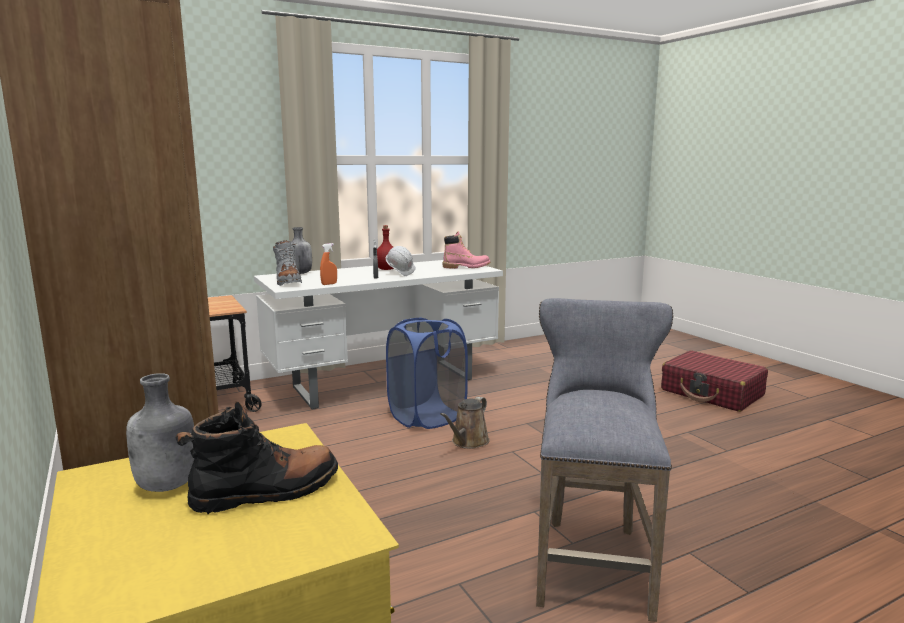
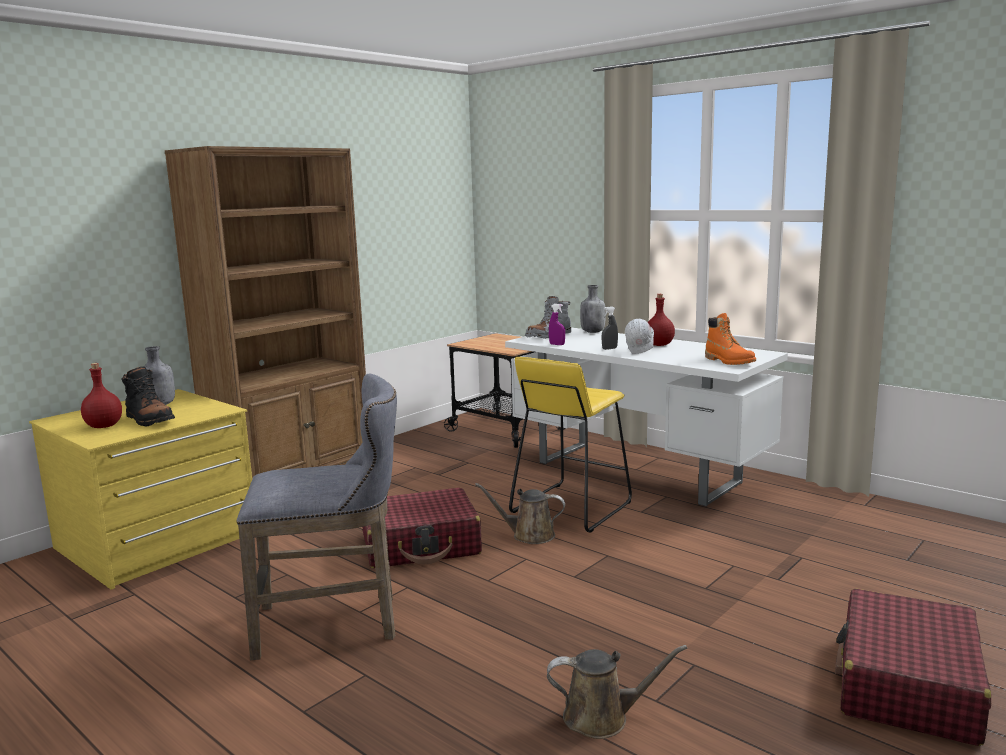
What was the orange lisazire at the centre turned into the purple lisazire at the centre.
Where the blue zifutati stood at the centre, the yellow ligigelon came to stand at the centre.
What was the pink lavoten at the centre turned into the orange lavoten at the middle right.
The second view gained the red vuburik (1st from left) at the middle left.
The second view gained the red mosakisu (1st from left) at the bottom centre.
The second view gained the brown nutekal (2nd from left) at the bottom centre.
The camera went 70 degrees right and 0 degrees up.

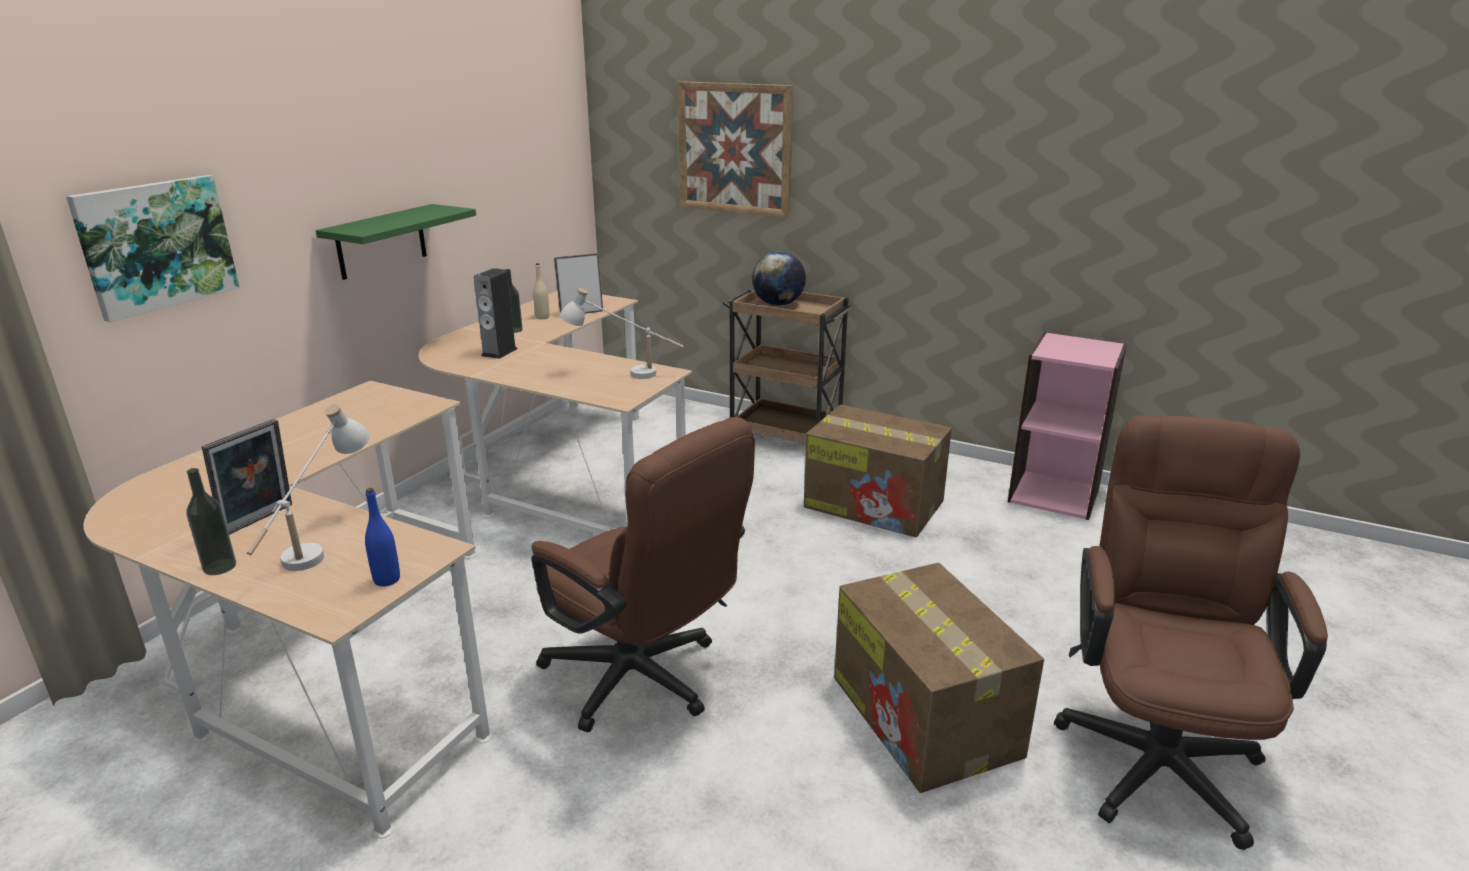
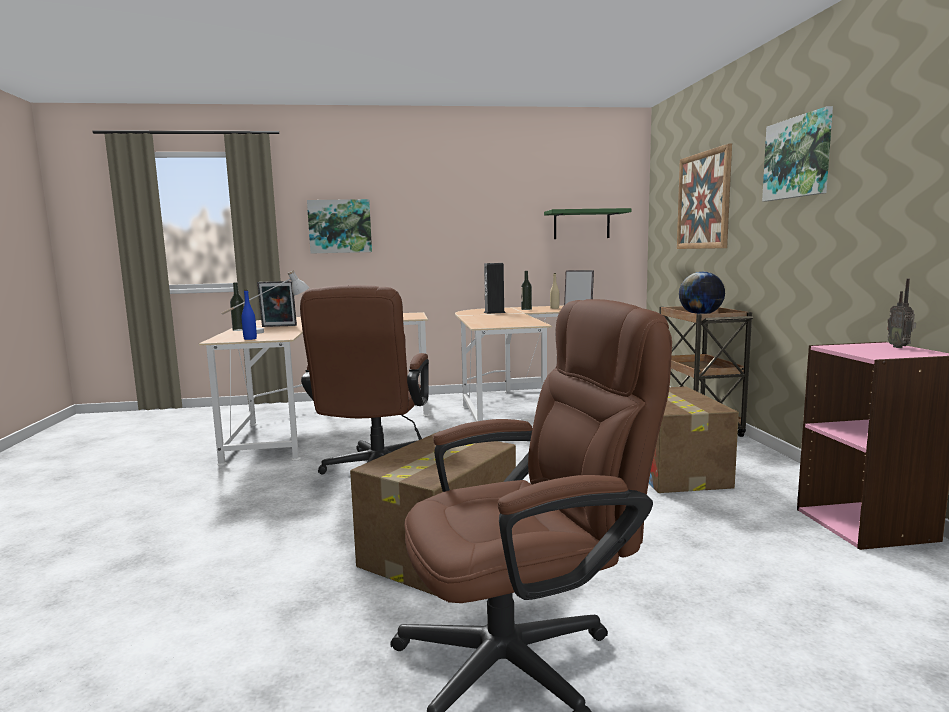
The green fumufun ended up elsewhere, having gone from the top left to the top centre.
The second view lost the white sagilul (2nd from left) at the centre.
The second view gained the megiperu (3rd from left) at the top right.
The second view gained the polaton at the middle right.
The camera went 55 degrees right and 15 degrees down.

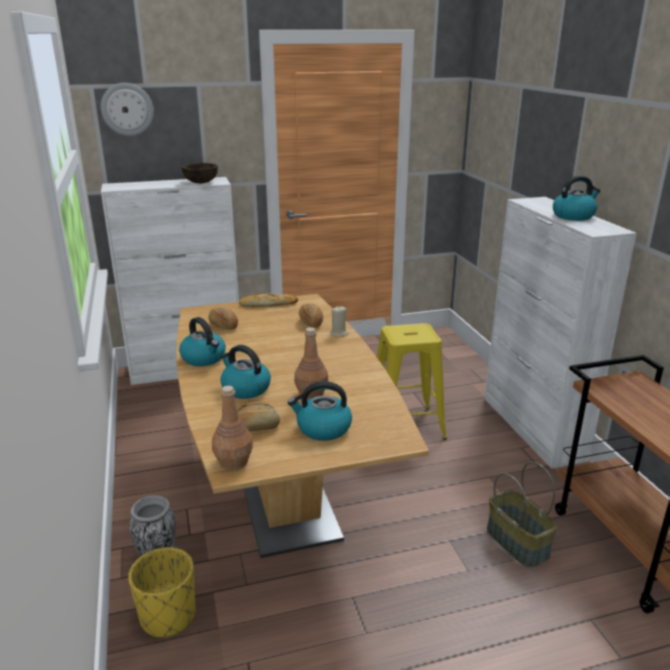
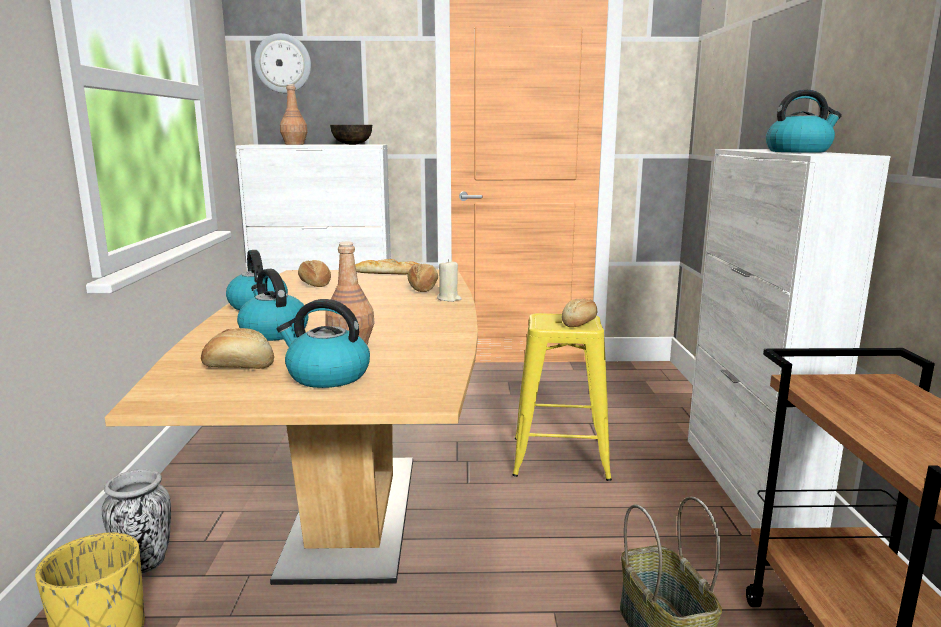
The brown vuburik (1st from left) ended up elsewhere, having gone from the centre to the top left.
The second view gained the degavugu (5th from left) at the centre.
The camera went 15 degrees right and 10 degrees down.

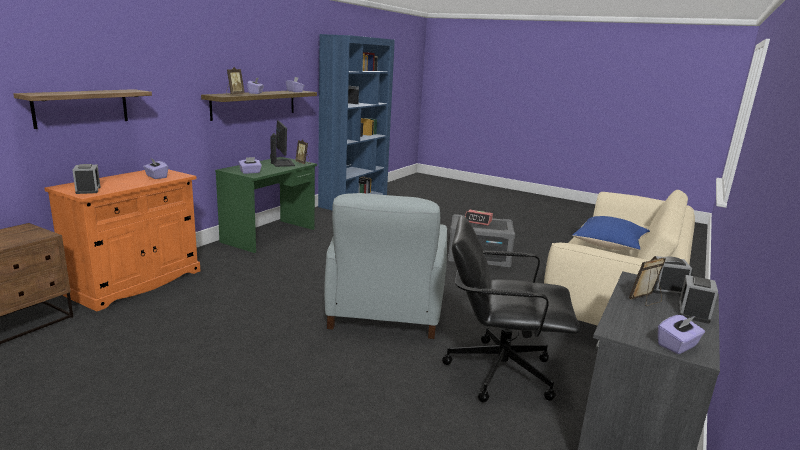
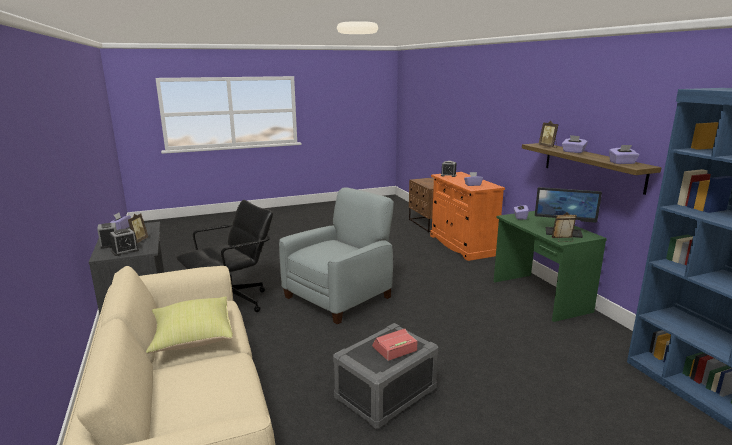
The second view lost the fumufun (1st from left) at the top left.
The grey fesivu at the centre ended up facing another way, 90 degrees clockwise from before.
What was the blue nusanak at the middle right turned into the yellow nusanak at the bottom left.
The camera went 130 degrees right and 0 degrees up.

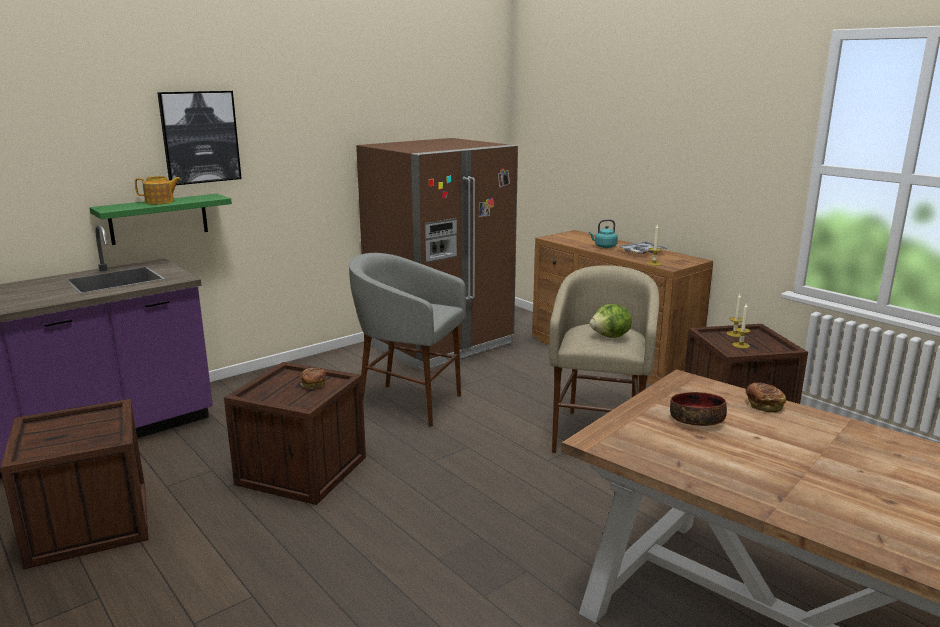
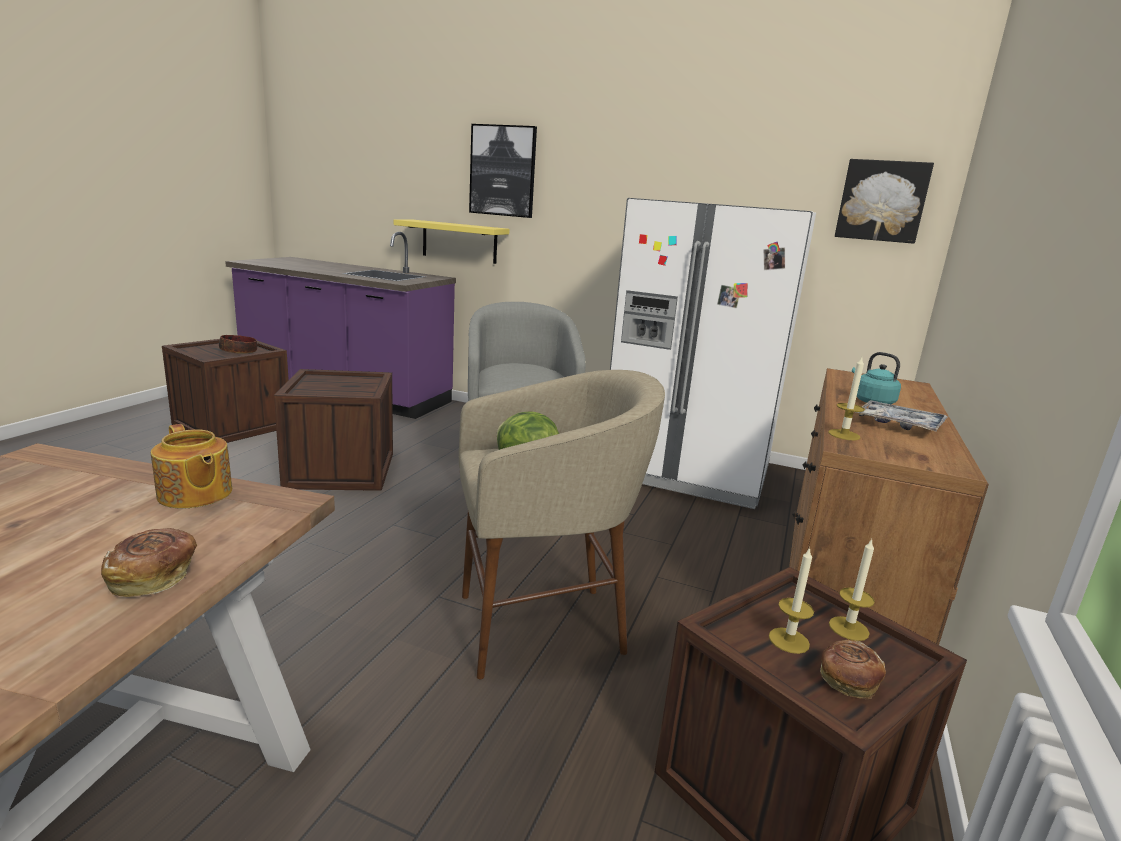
What was the green fumufun at the middle left turned into the yellow fumufun at the top centre.
The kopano ended up elsewhere, having gone from the top left to the middle left.
The degavugu (1st from left in the first image) ended up elsewhere, having gone from the middle left to the bottom right.
What was the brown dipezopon at the centre turned into the white dipezopon at the centre.
The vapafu ended up elsewhere, having gone from the middle right to the middle left.
The second view gained the megiperu (2nd from left) at the top right.
The camera went 60 degrees right and 0 degrees up.

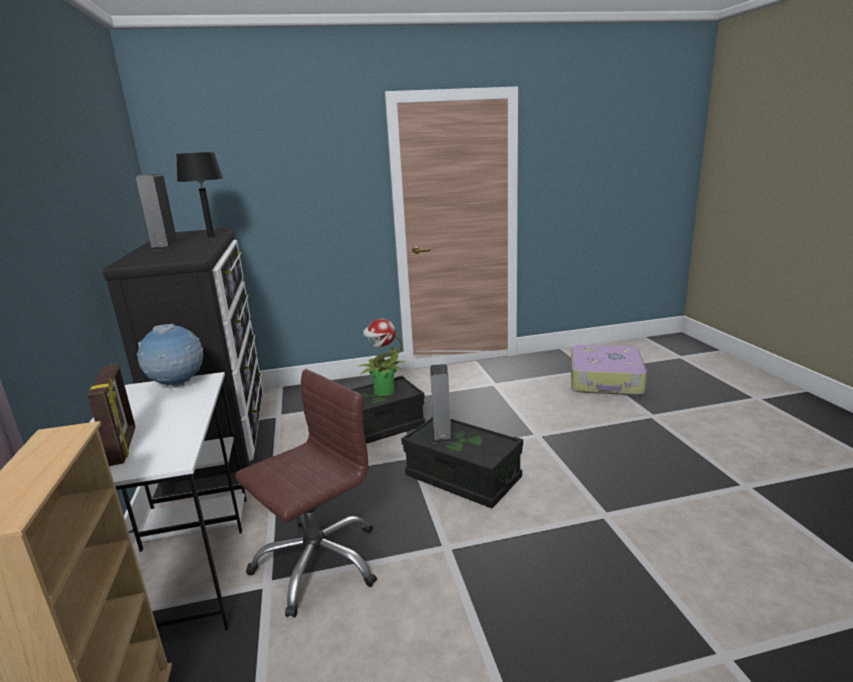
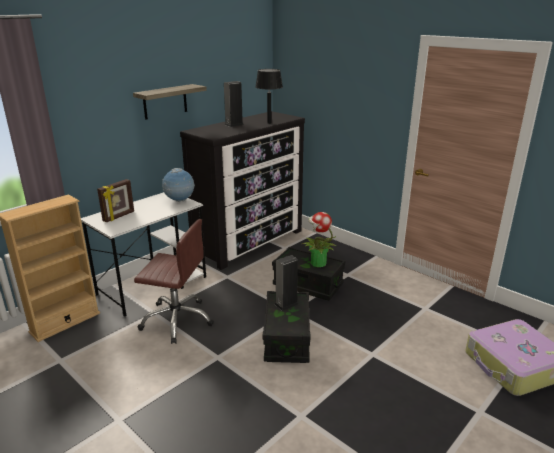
The second view gained the fumufun at the top left.
The camera went 55 degrees right and 5 degrees up.

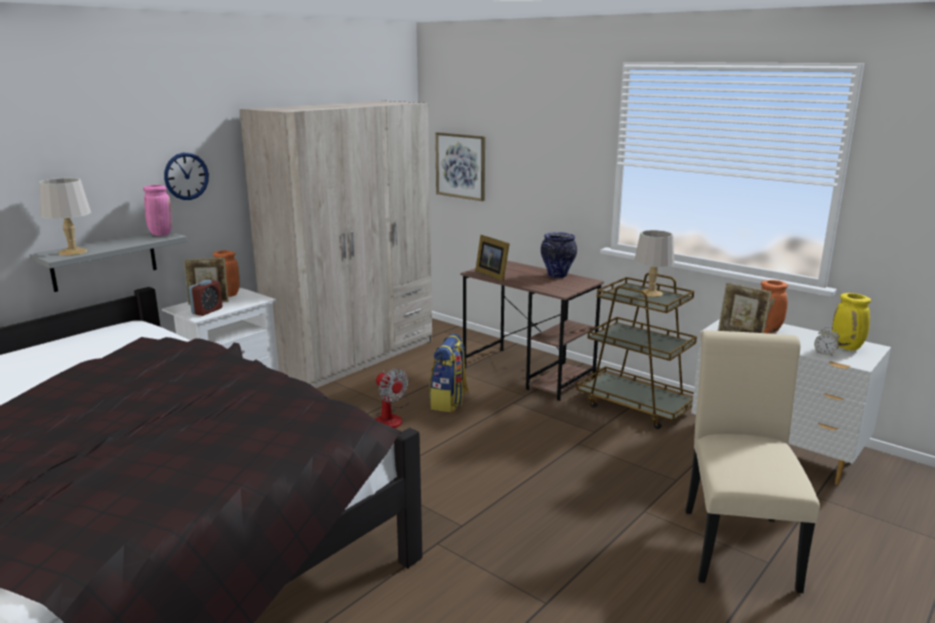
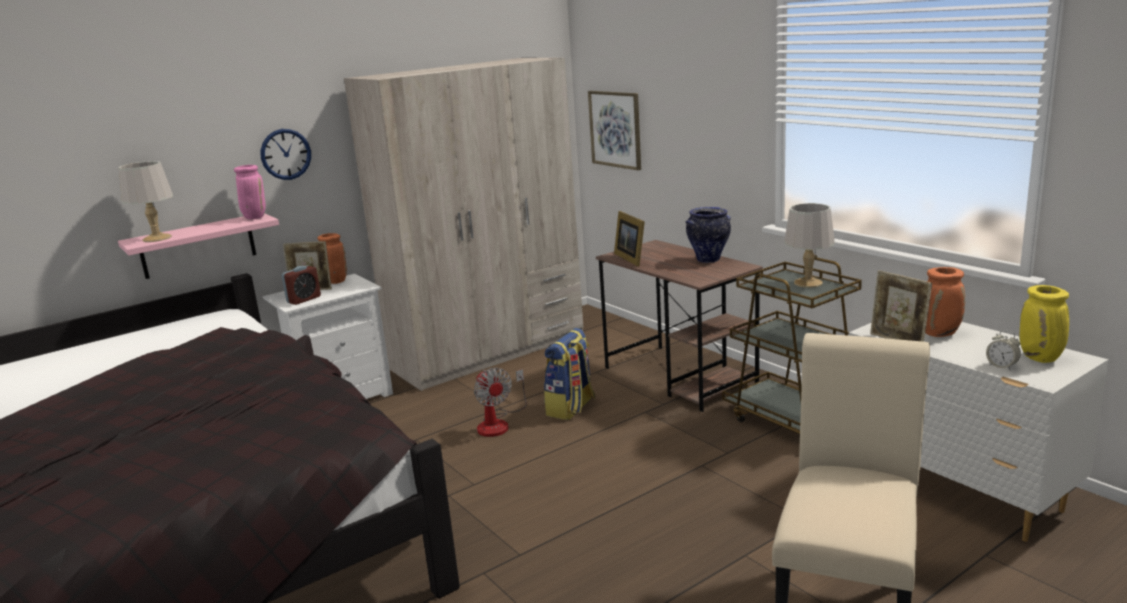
What was the grey fumufun at the middle left turned into the pink fumufun at the middle left.
The camera went 15 degrees right and 0 degrees up.

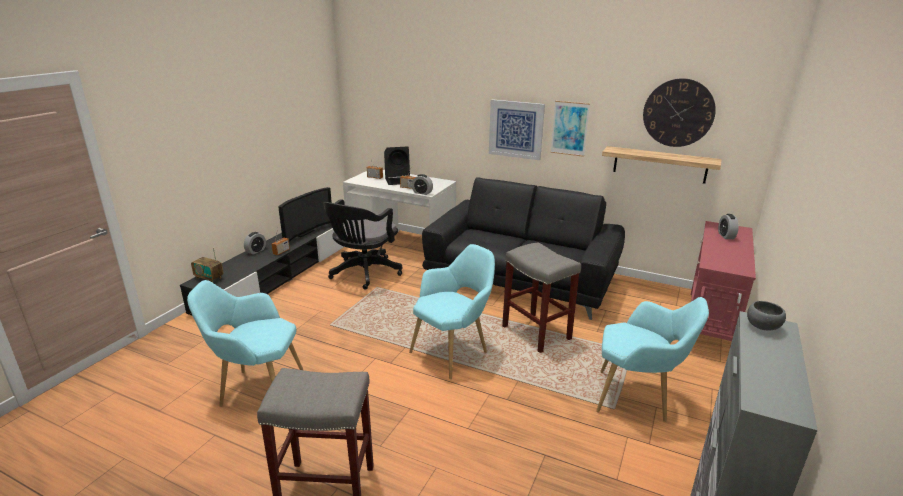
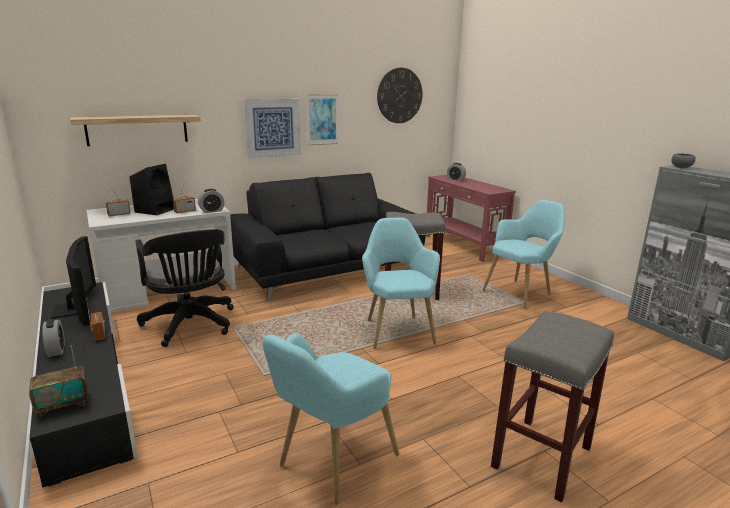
The fumufun ended up elsewhere, having gone from the top right to the top left.
The camera went 55 degrees left and 5 degrees down.

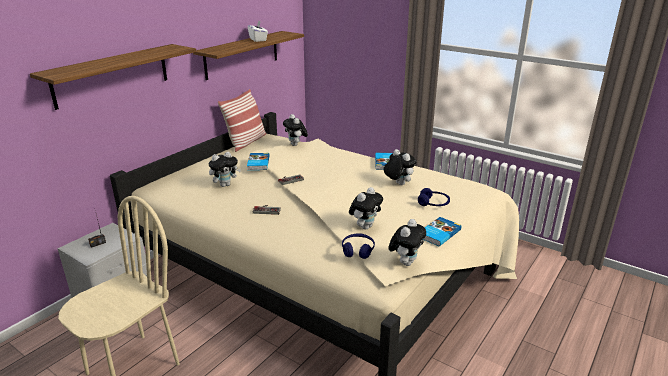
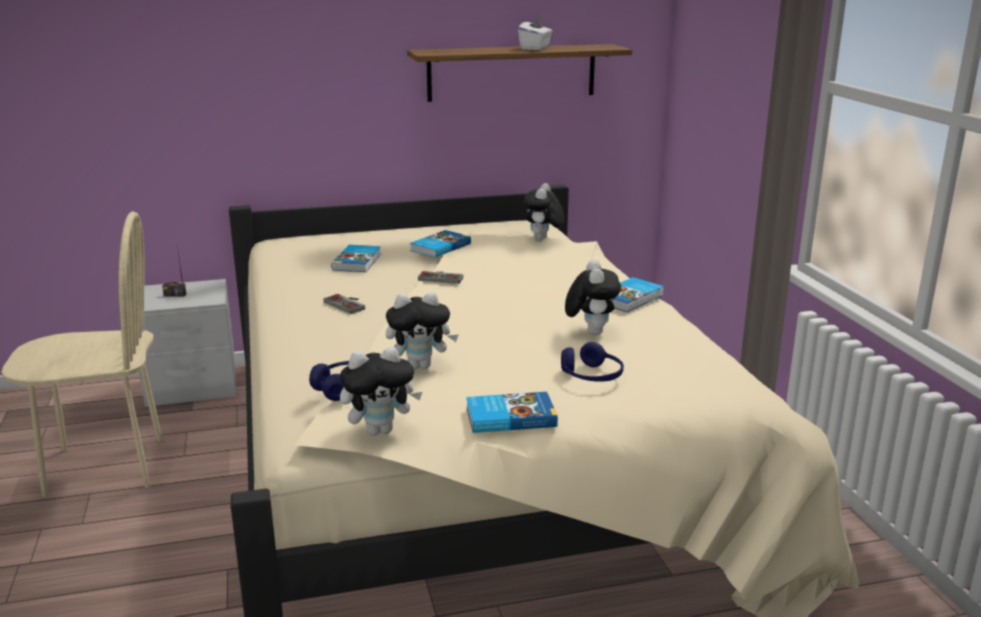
The second view lost the fumufun (1st from left) at the top left.
Where the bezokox (1st from left) stood at the centre, the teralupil (1st from left) came to stand at the centre.
The second view lost the nusanak at the top centre.
The camera went 40 degrees right and 5 degrees down.

